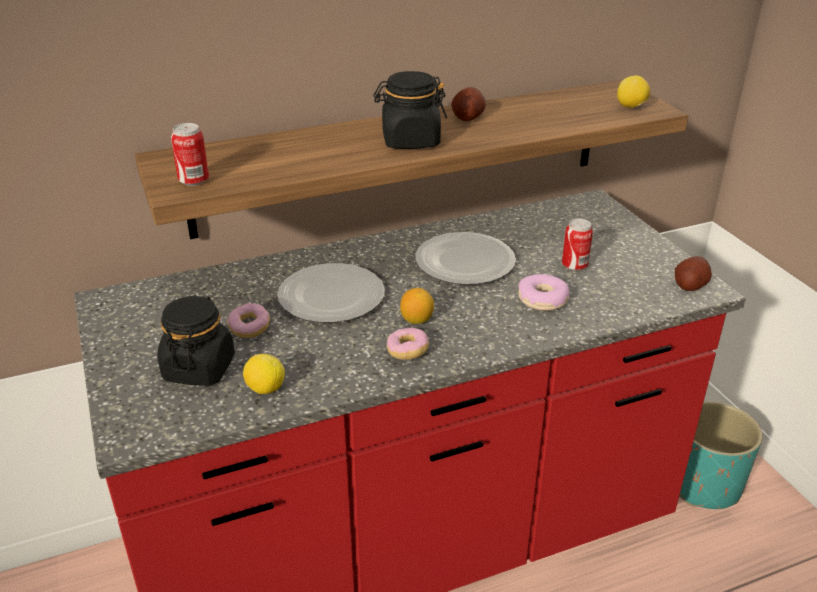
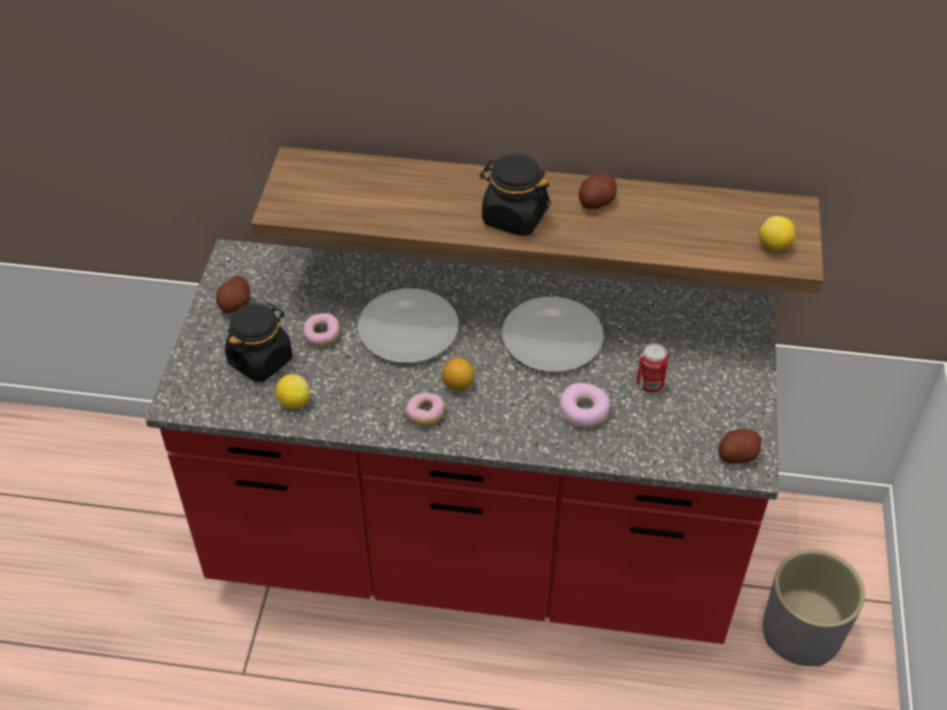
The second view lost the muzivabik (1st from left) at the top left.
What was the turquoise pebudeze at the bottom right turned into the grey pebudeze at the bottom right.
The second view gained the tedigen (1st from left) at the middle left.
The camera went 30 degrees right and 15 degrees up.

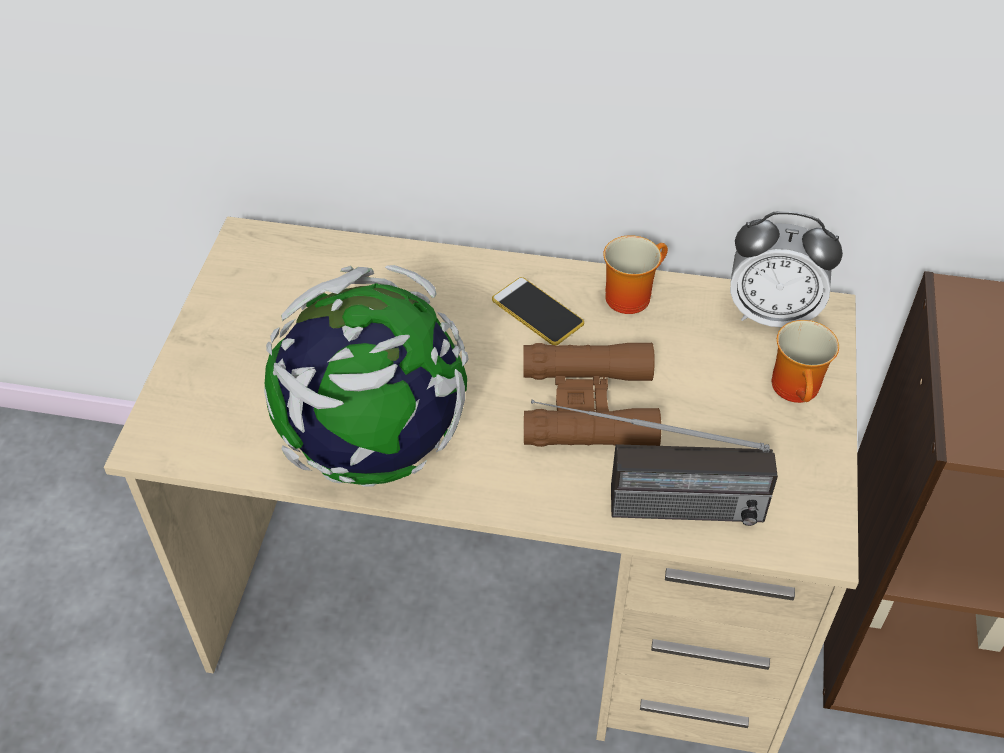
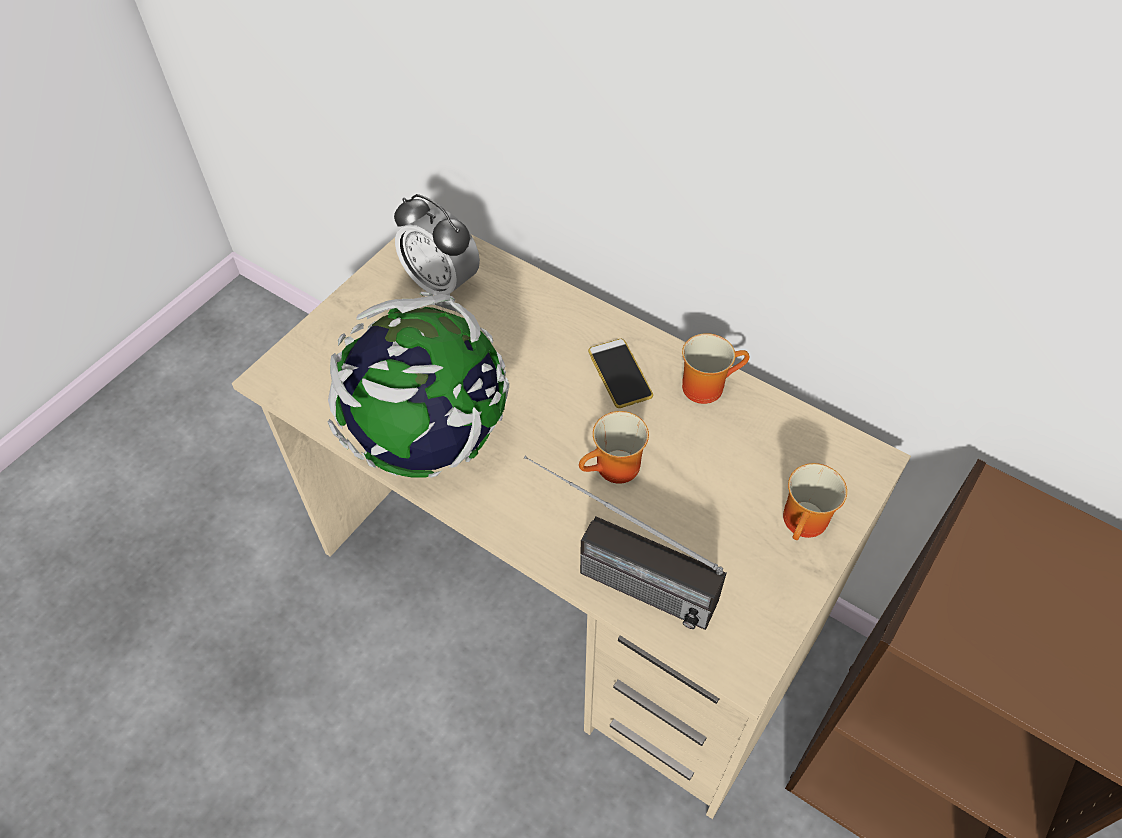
Where the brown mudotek stood at the centre, the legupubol (1st from left) came to stand at the centre.
The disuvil ended up elsewhere, having gone from the middle right to the top centre.
The camera went 25 degrees right and 5 degrees up.

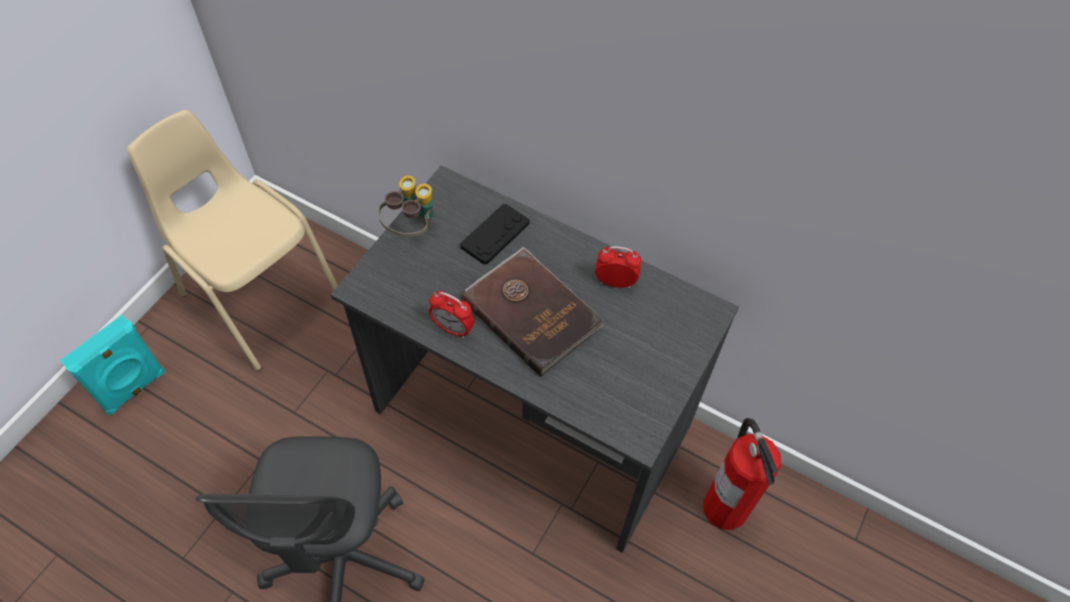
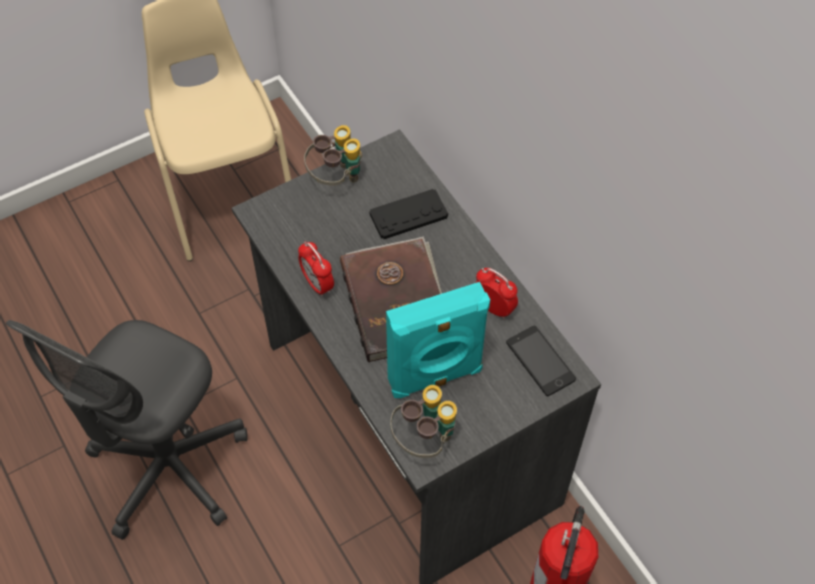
The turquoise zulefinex ended up elsewhere, having gone from the middle left to the centre.
The second view gained the mudotek (2nd from left) at the bottom centre.
The second view gained the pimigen at the centre.
The camera went 30 degrees right and 0 degrees up.

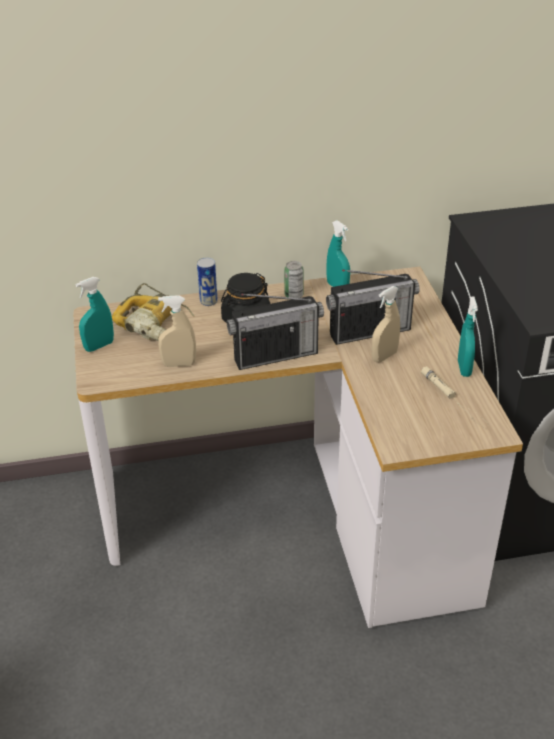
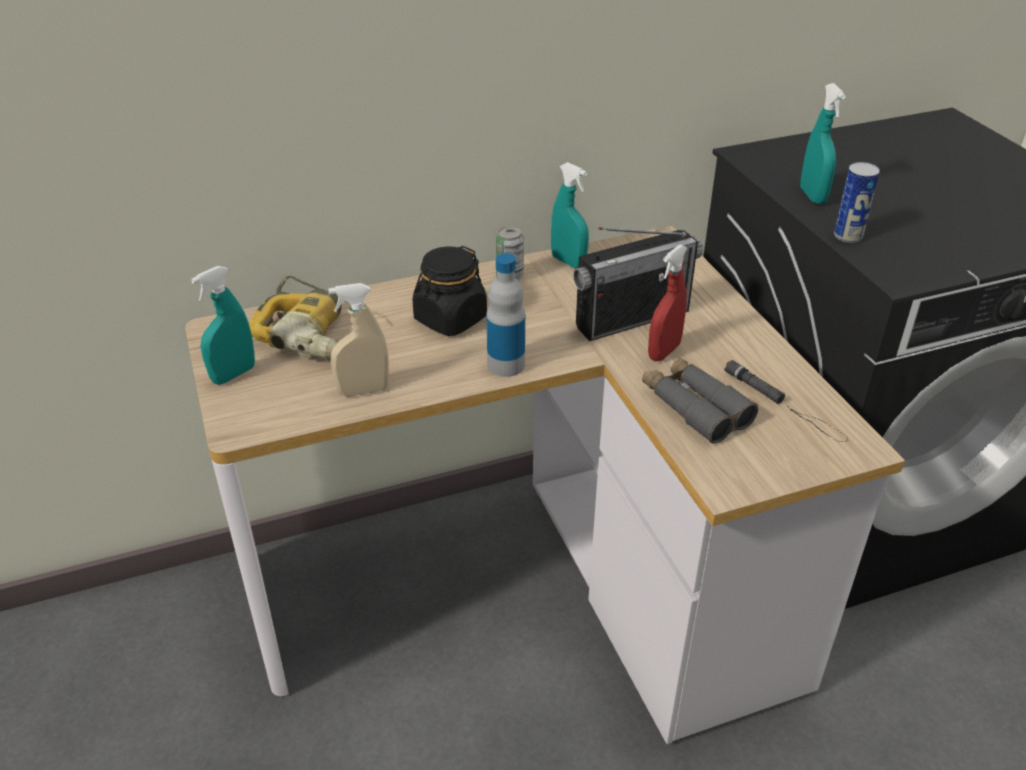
The muzivabik (1st from left in the first image) ended up elsewhere, having gone from the centre to the top right.
Where the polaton (1st from left) stood at the centre, the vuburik came to stand at the centre.
What was the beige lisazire (2nd from left) at the middle right turned into the red lisazire at the centre.
What was the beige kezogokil at the middle right turned into the black kezogokil at the middle right.
The turquoise lisazire (3rd from left) ended up elsewhere, having gone from the middle right to the top right.
The second view gained the grey mudotek at the middle right.
The camera went 10 degrees left and 0 degrees up.

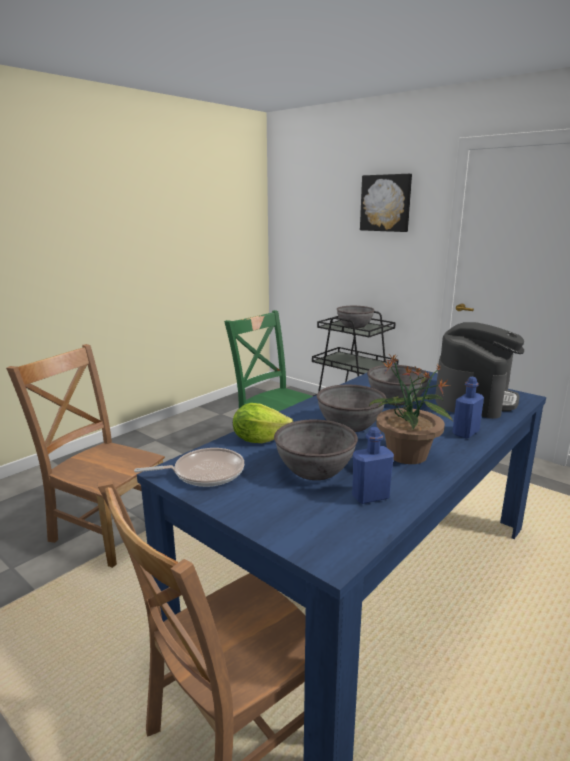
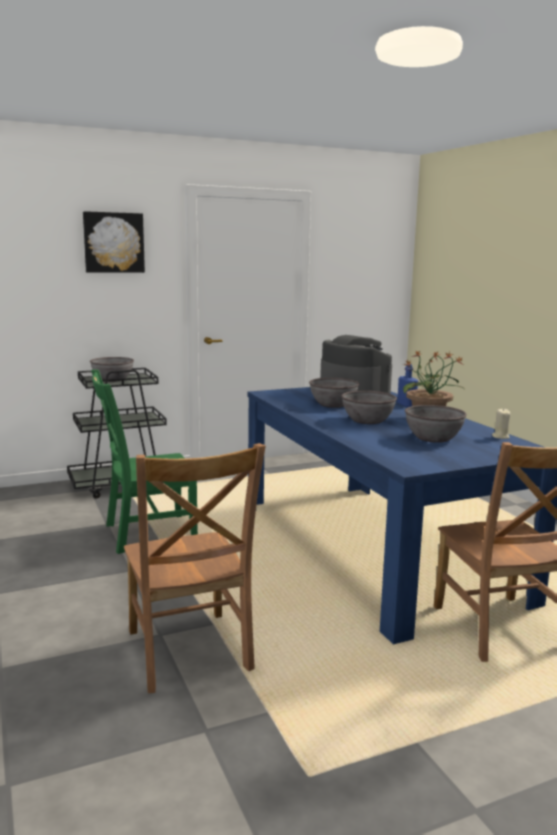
The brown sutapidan (1st from left) at the middle left ended up facing another way, 75 degrees counterclockwise from before.
The second view lost the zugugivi at the middle left.
The second view lost the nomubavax at the centre.
The second view lost the blue vuburik (1st from left) at the centre.
The second view gained the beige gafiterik at the middle right.
The camera went 65 degrees left and 5 degrees down.

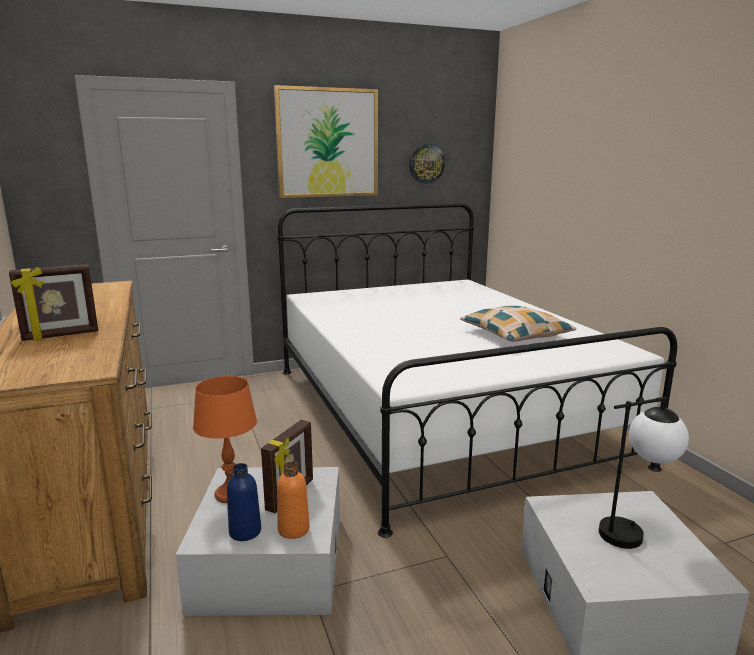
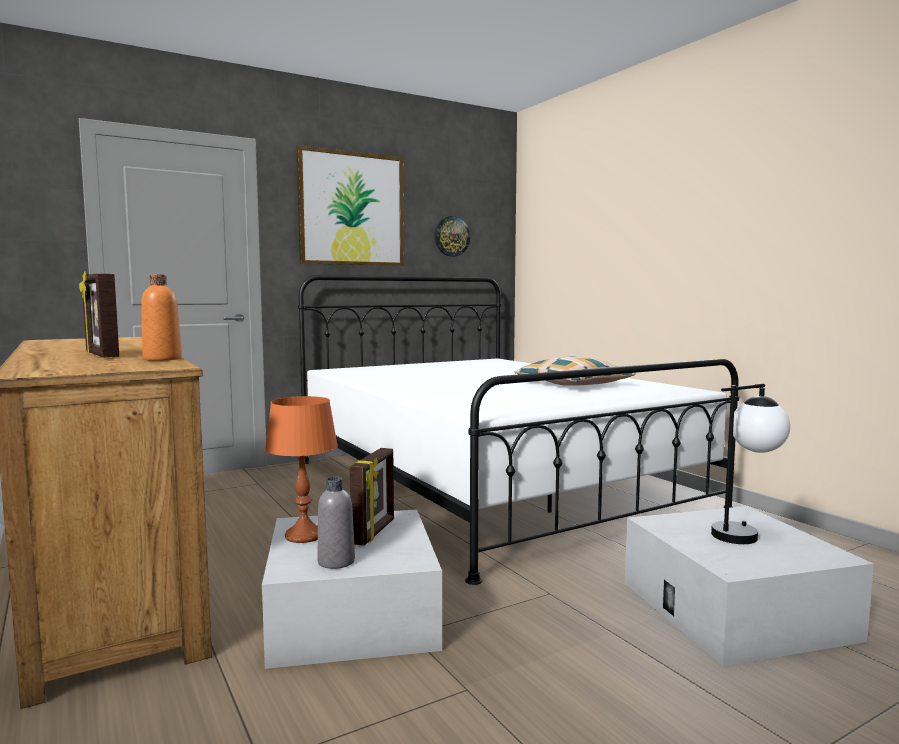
The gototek (1st from left) at the middle left ended up facing another way, 90 degrees clockwise from before.
What was the blue vuburik at the bottom left turned into the grey vuburik at the bottom centre.
The orange vuburik ended up elsewhere, having gone from the bottom centre to the middle left.
The camera went 10 degrees left and 10 degrees down.

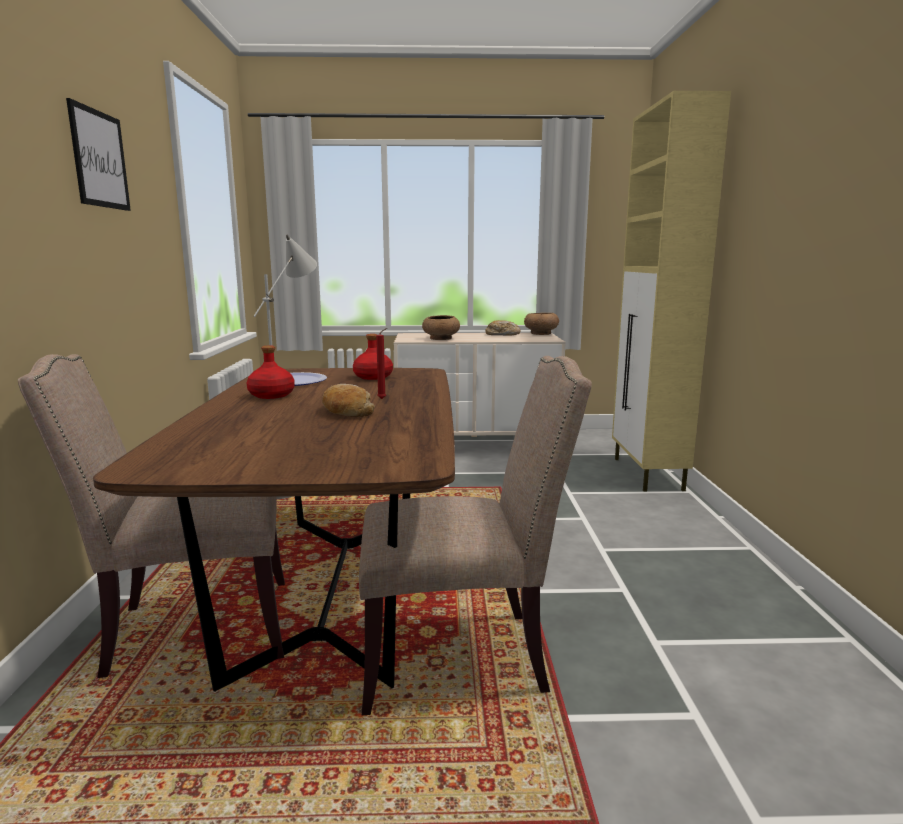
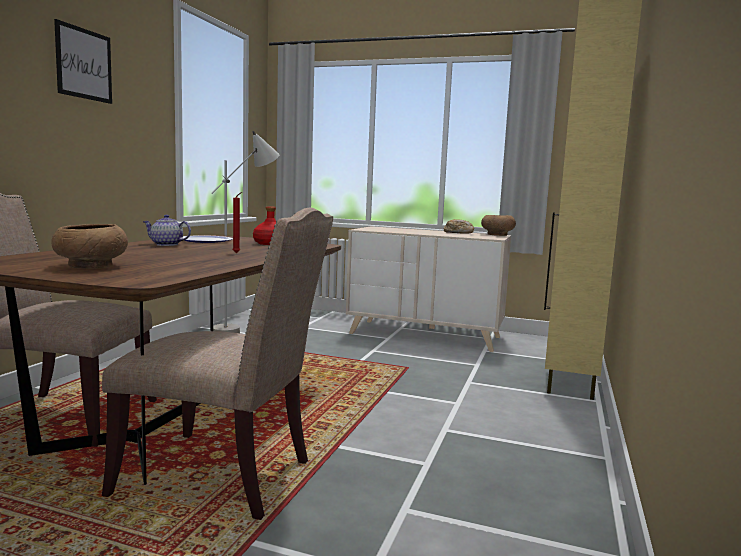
Where the red vuburik (1st from left) stood at the middle left, the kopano came to stand at the middle left.
The second view lost the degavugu (1st from left) at the centre.
The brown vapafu (1st from left) ended up elsewhere, having gone from the centre to the middle left.
The camera went 20 degrees right and 5 degrees down.

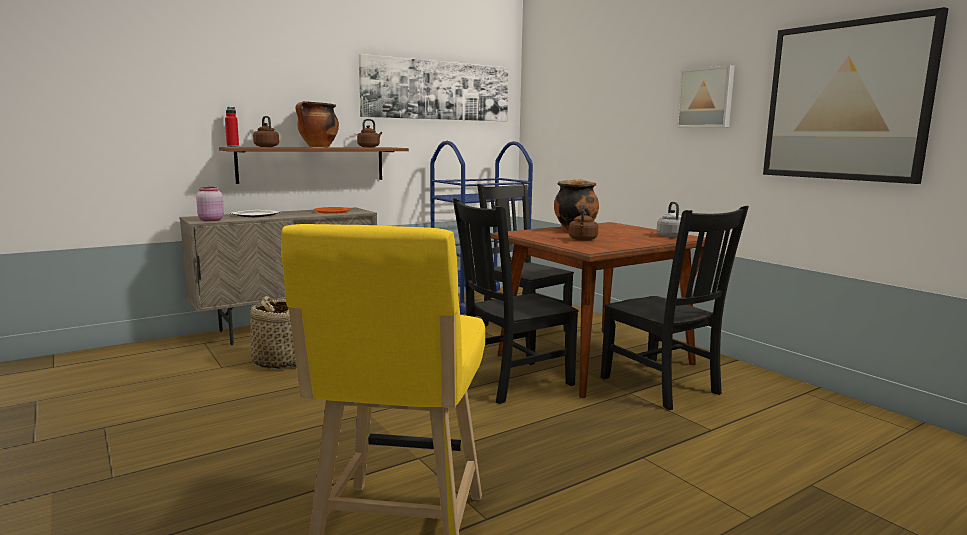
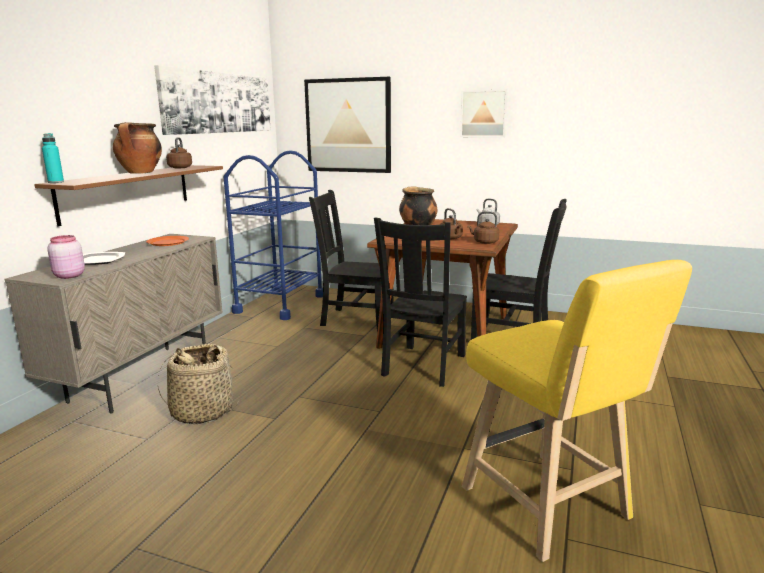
What was the red vuburik at the top left turned into the turquoise vuburik at the top left.
The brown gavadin (1st from left in the first image) ended up elsewhere, having gone from the top left to the centre.
The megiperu (3rd from left in the first image) ended up elsewhere, having gone from the top right to the top centre.
The camera went 35 degrees left and 5 degrees up.

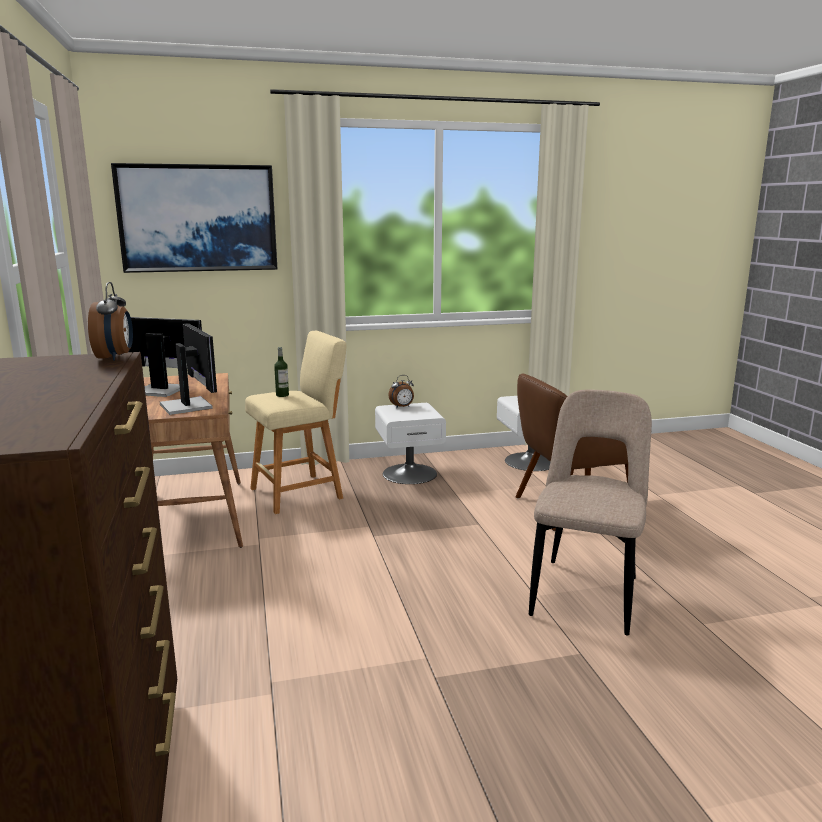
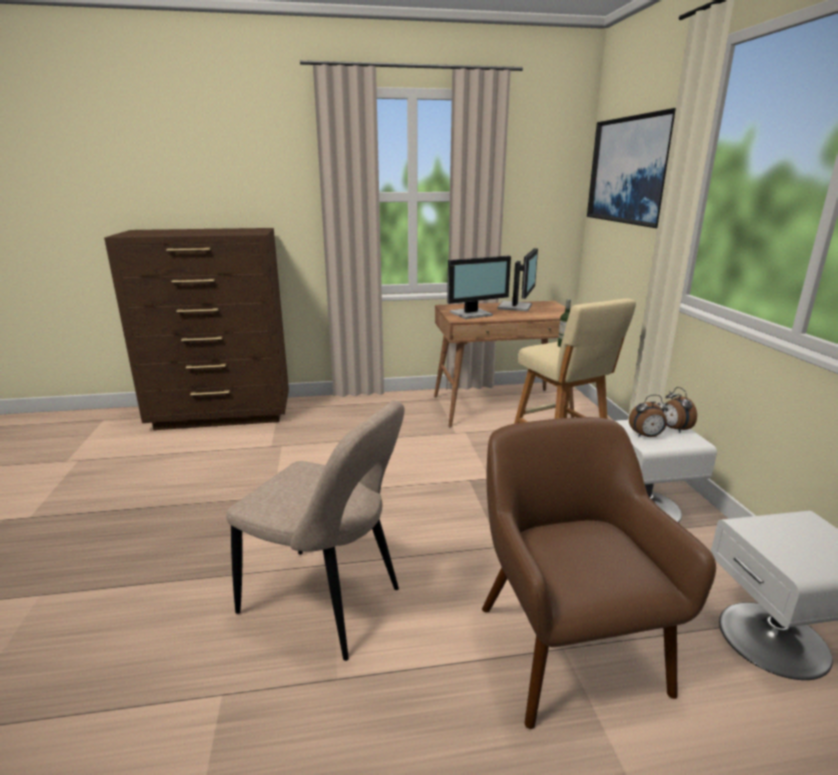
The disuvil (1st from left) ended up elsewhere, having gone from the middle left to the middle right.
The camera went 95 degrees right and 5 degrees up.

